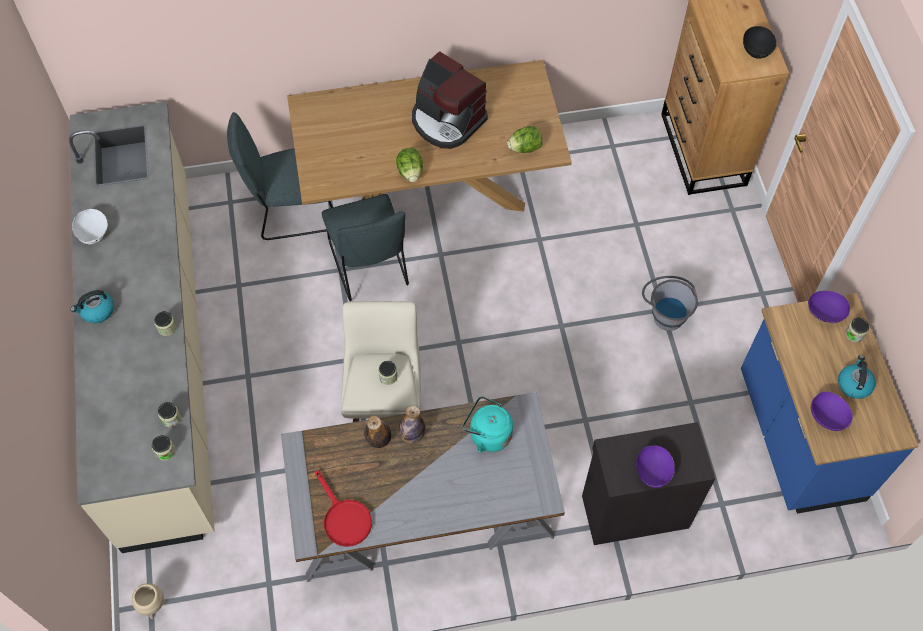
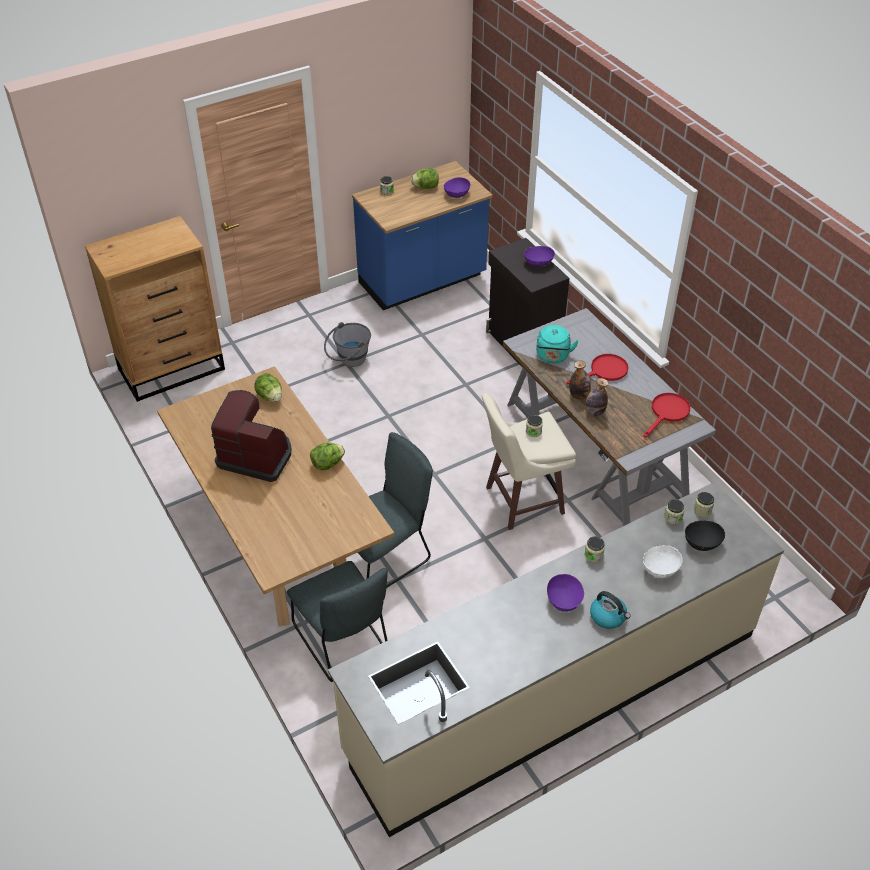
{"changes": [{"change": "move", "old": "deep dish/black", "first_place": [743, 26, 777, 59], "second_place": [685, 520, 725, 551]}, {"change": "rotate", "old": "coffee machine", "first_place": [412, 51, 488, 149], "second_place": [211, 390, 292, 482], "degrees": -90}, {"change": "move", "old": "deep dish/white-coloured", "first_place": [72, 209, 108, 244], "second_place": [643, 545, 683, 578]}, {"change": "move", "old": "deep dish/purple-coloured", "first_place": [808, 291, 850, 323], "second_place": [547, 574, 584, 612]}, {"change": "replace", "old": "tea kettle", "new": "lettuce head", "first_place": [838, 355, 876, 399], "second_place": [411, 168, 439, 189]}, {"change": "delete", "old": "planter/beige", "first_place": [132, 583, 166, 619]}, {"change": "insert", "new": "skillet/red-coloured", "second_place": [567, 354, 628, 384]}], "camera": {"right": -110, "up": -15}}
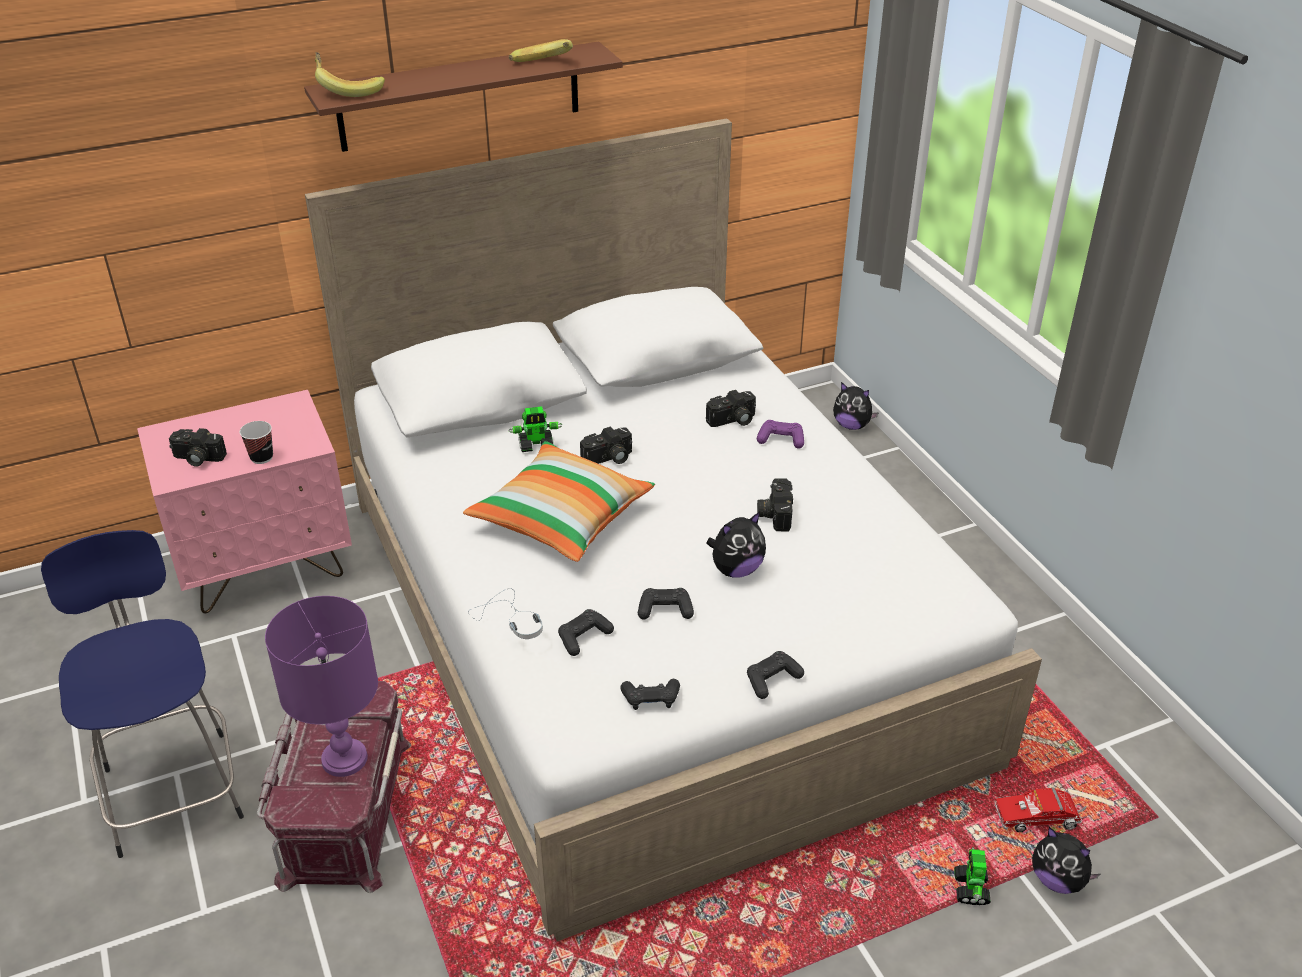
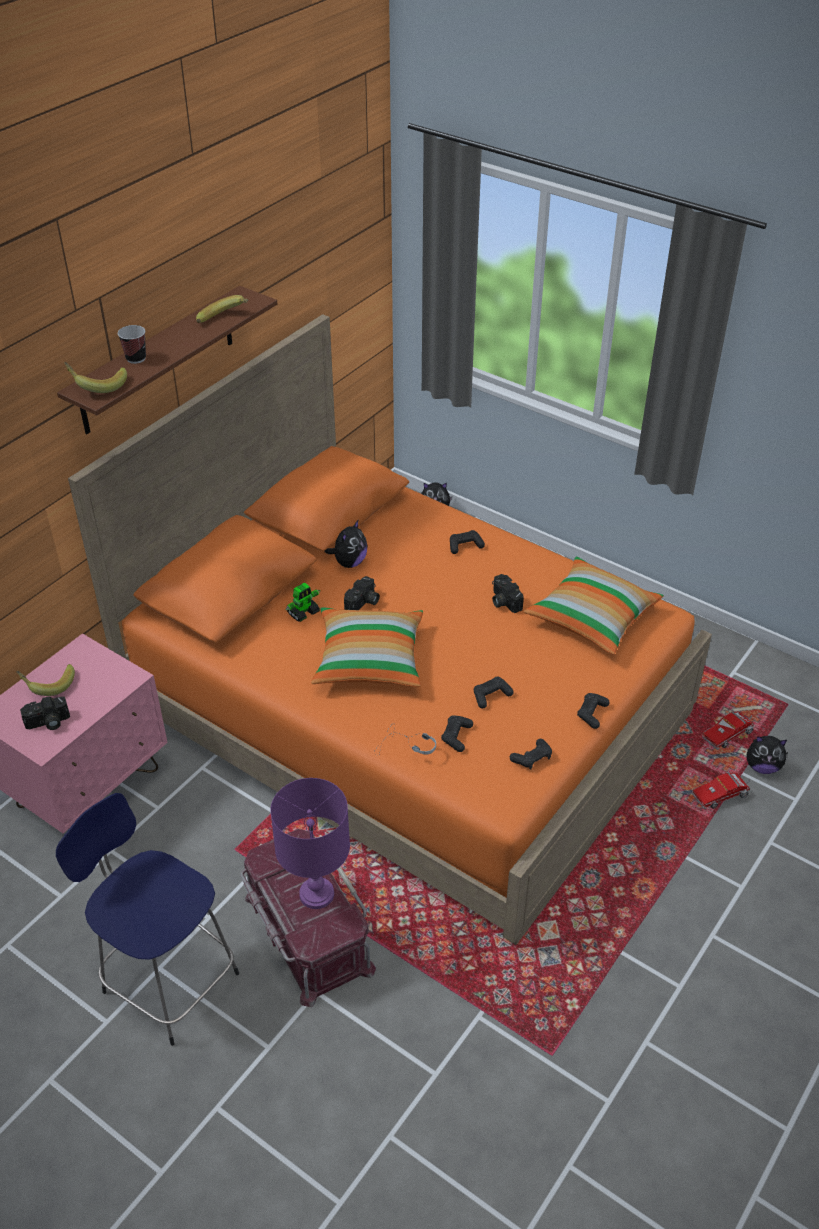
{"changes": [{"change": "recolor", "old": "bedroom bed/white-coloured", "new": "bedroom bed/orange-coloured", "first_place": [305, 118, 1042, 942], "second_place": [68, 314, 712, 945]}, {"change": "delete", "old": "still camera", "first_place": [706, 390, 756, 427]}, {"change": "recolor", "old": "game controller/purple-coloured", "new": "game controller/black", "first_place": [757, 420, 804, 449], "second_place": [450, 530, 485, 554]}, {"change": "move", "old": "cup", "first_place": [240, 421, 273, 464], "second_place": [118, 325, 146, 364]}, {"change": "move", "old": "cuddly toy", "first_place": [706, 512, 766, 577], "second_place": [324, 519, 367, 568]}, {"change": "replace", "old": "model robot", "new": "toy lorry", "first_place": [954, 847, 991, 905], "second_place": [692, 772, 751, 809]}, {"change": "insert", "new": "pillow", "second_place": [524, 557, 664, 655]}, {"change": "insert", "new": "banana fruit", "second_place": [16, 664, 75, 696]}], "camera": {"right": -30, "up": 5}}
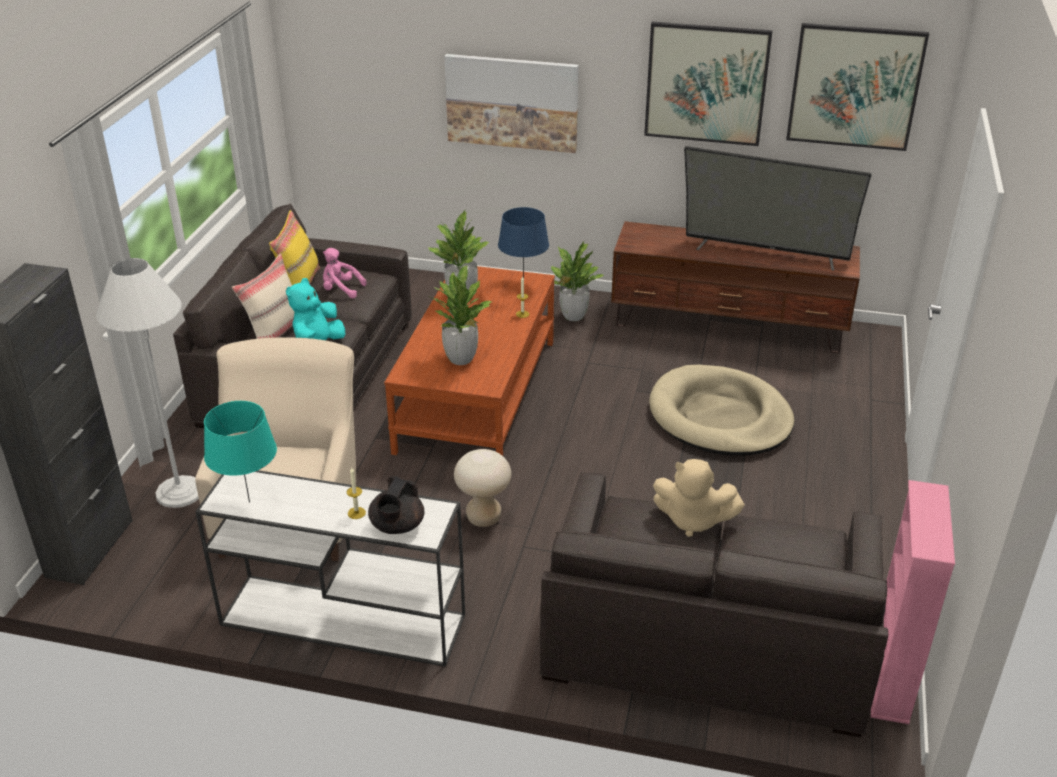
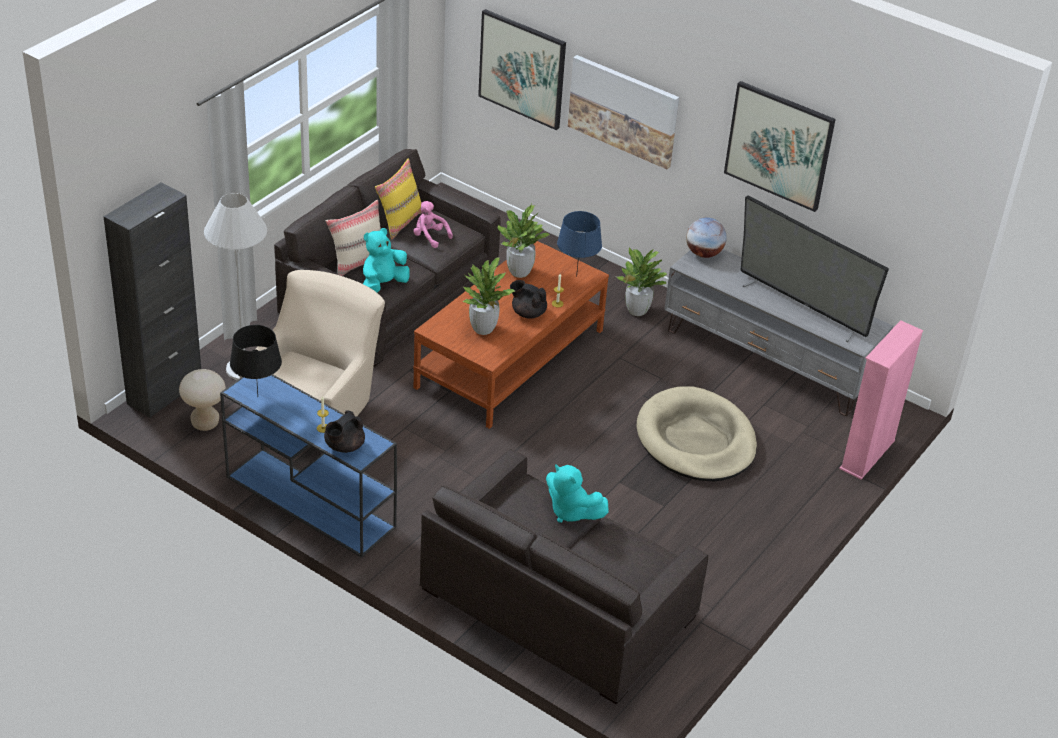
{"changes": [{"change": "move", "old": "wall picture", "first_place": [786, 23, 929, 151], "second_place": [478, 9, 566, 130]}, {"change": "recolor", "old": "tv stand/brown-coloured", "new": "tv stand/gray", "first_place": [611, 221, 860, 353], "second_place": [664, 249, 893, 416]}, {"change": "recolor", "old": "lamp for a table/turquoise-coloured", "new": "lamp for a table/black", "first_place": [204, 401, 277, 503], "second_place": [230, 325, 282, 396]}, {"change": "move", "old": "sitting stool/beige", "first_place": [454, 449, 511, 527], "second_place": [179, 369, 226, 431]}, {"change": "recolor", "old": "cuddly toy/beige", "new": "cuddly toy/turquoise-coloured", "first_place": [653, 459, 745, 537], "second_place": [546, 464, 609, 523]}, {"change": "recolor", "old": "narrow table/white-coloured", "new": "narrow table/bluish", "first_place": [195, 470, 465, 667], "second_place": [220, 375, 397, 558]}, {"change": "move", "old": "bookcase/pinkish", "first_place": [871, 480, 955, 724], "second_place": [839, 320, 923, 479]}, {"change": "insert", "new": "world globe", "second_place": [686, 218, 727, 258]}, {"change": "insert", "new": "pot for tea/black", "second_place": [510, 280, 547, 319]}], "camera": {"right": 20, "up": 5}}
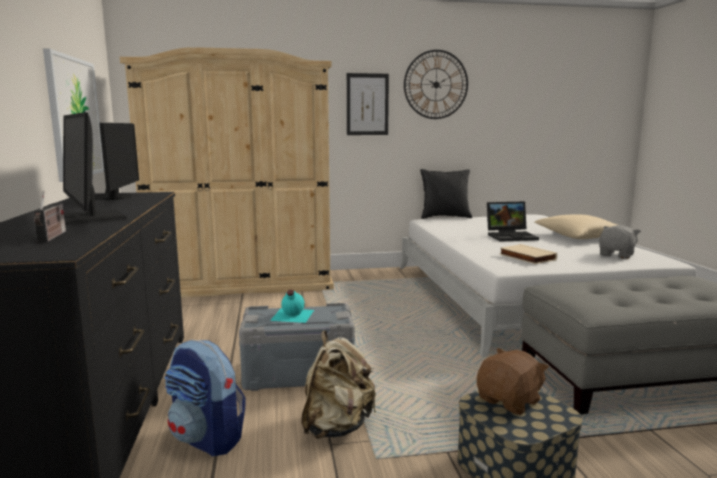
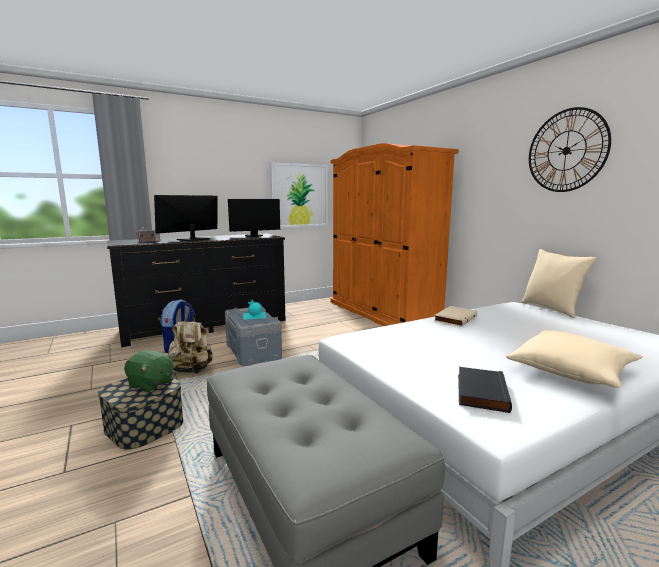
{"changes": [{"change": "recolor", "old": "clothes cupboard/beige", "new": "clothes cupboard/orange-coloured", "first_place": [120, 47, 334, 298], "second_place": [330, 143, 459, 326]}, {"change": "delete", "old": "wall picture", "first_place": [347, 73, 389, 135]}, {"change": "recolor", "old": "pillow/black", "new": "pillow/beige", "first_place": [420, 169, 472, 219], "second_place": [522, 249, 597, 318]}, {"change": "delete", "old": "laptop", "first_place": [487, 201, 539, 242]}, {"change": "replace", "old": "cuddly toy/gray", "new": "bound book/black", "first_place": [599, 225, 641, 259], "second_place": [458, 367, 512, 413]}, {"change": "move", "old": "bound book/beige", "first_place": [500, 244, 557, 264], "second_place": [434, 306, 477, 327]}, {"change": "recolor", "old": "cuddly toy/brown-coloured", "new": "cuddly toy/green-coloured", "first_place": [477, 348, 549, 415], "second_place": [124, 351, 174, 392]}], "camera": {"right": 70, "up": 0}}
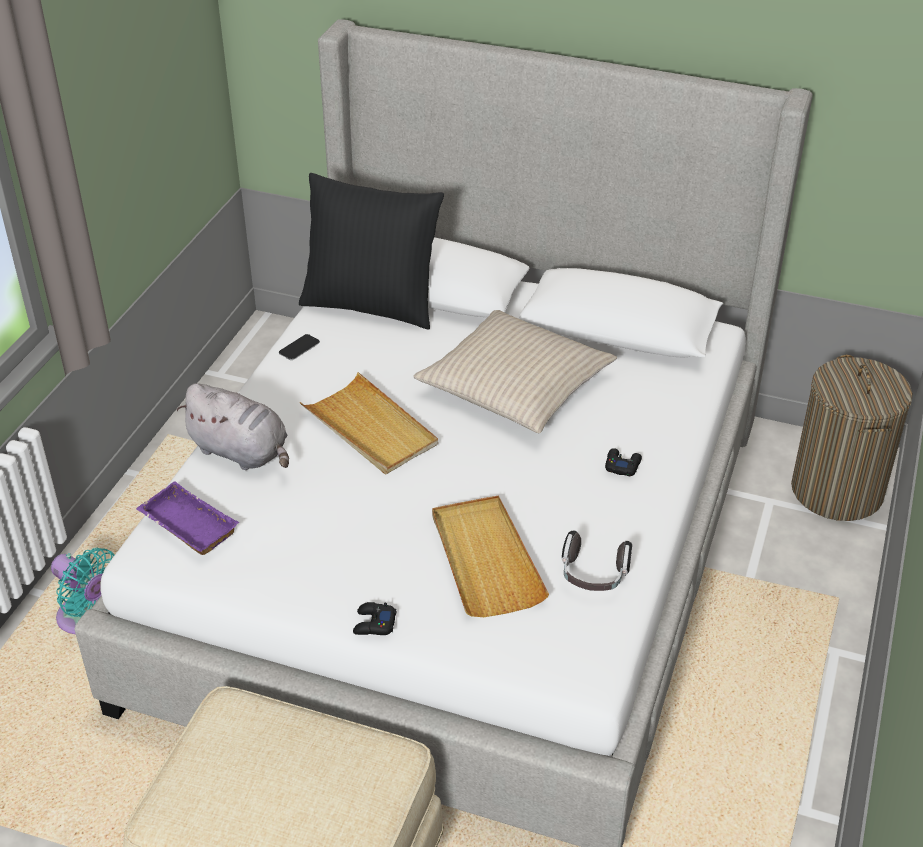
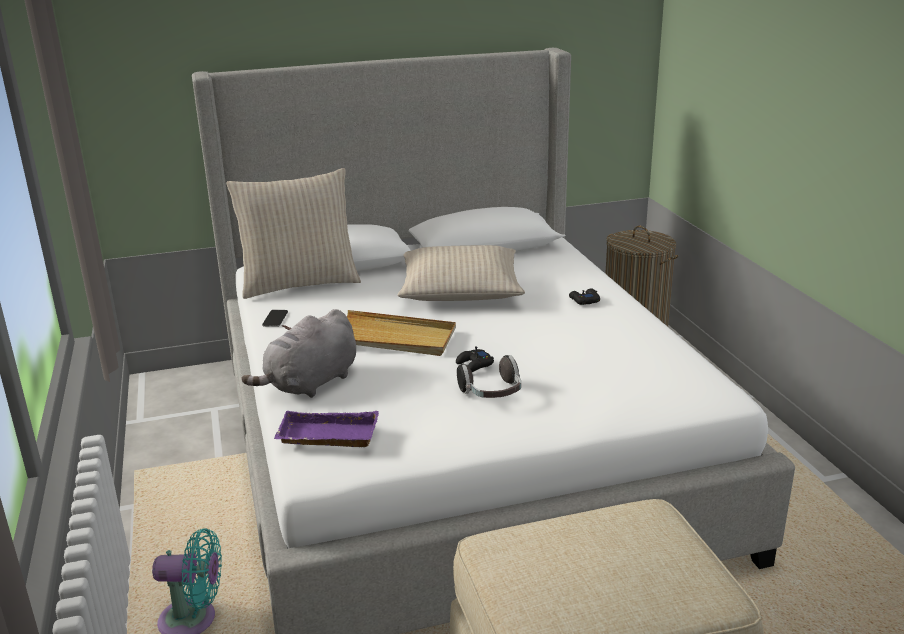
{"changes": [{"change": "recolor", "old": "pillow/black", "new": "pillow/beige", "first_place": [299, 173, 444, 329], "second_place": [226, 168, 361, 299]}, {"change": "rotate", "old": "cuddly toy/gray", "first_place": [176, 383, 289, 470], "second_place": [242, 309, 356, 398], "degrees": 135}, {"change": "delete", "old": "serving tray/beige", "first_place": [432, 495, 549, 617]}, {"change": "move", "old": "headphones", "first_place": [562, 531, 632, 591], "second_place": [457, 355, 521, 398]}, {"change": "move", "old": "game controller/black", "first_place": [353, 602, 396, 635], "second_place": [456, 346, 494, 372]}], "camera": {"right": -35, "up": -15}}
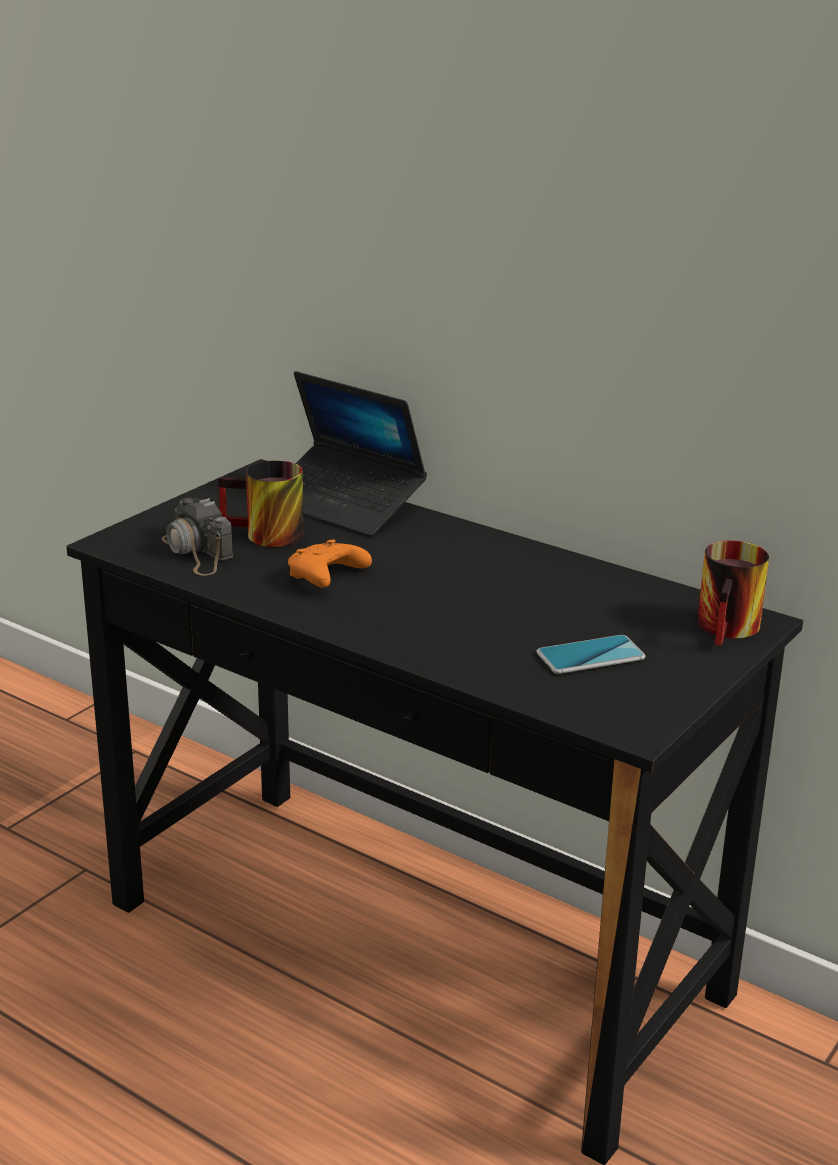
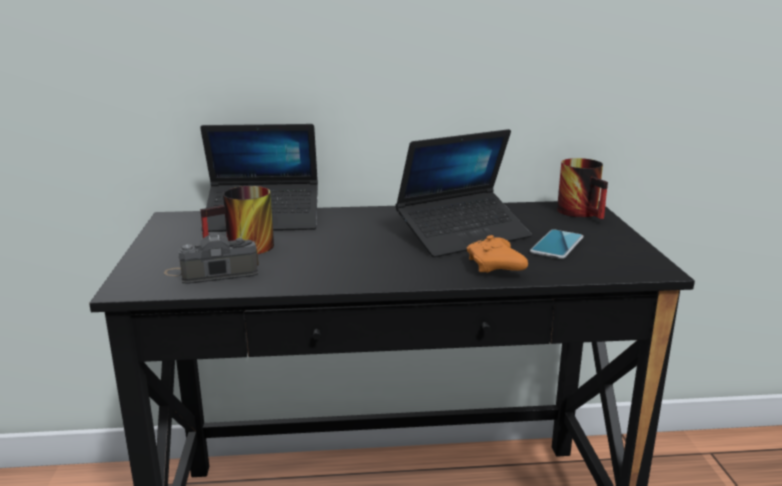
{"changes": [{"change": "rotate", "old": "still camera", "first_place": [162, 497, 233, 576], "second_place": [164, 233, 259, 284], "degrees": 150}, {"change": "move", "old": "game controller/orange-coloured", "first_place": [288, 540, 372, 588], "second_place": [467, 235, 528, 273]}, {"change": "insert", "new": "laptop", "second_place": [395, 129, 532, 258]}], "camera": {"right": -40, "up": -5}}
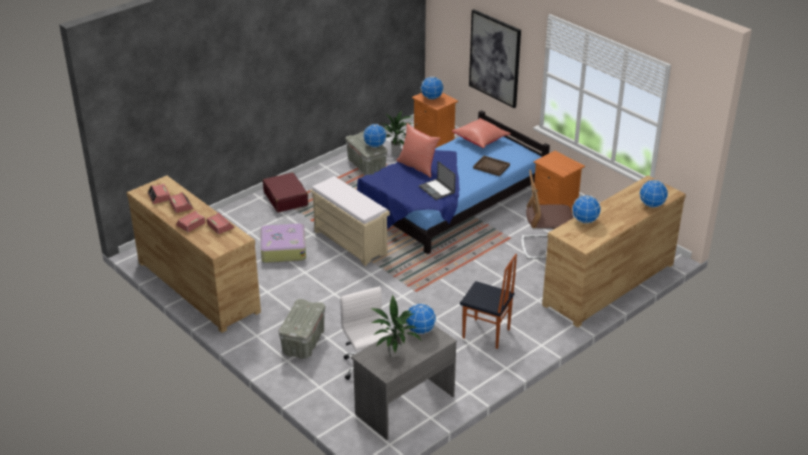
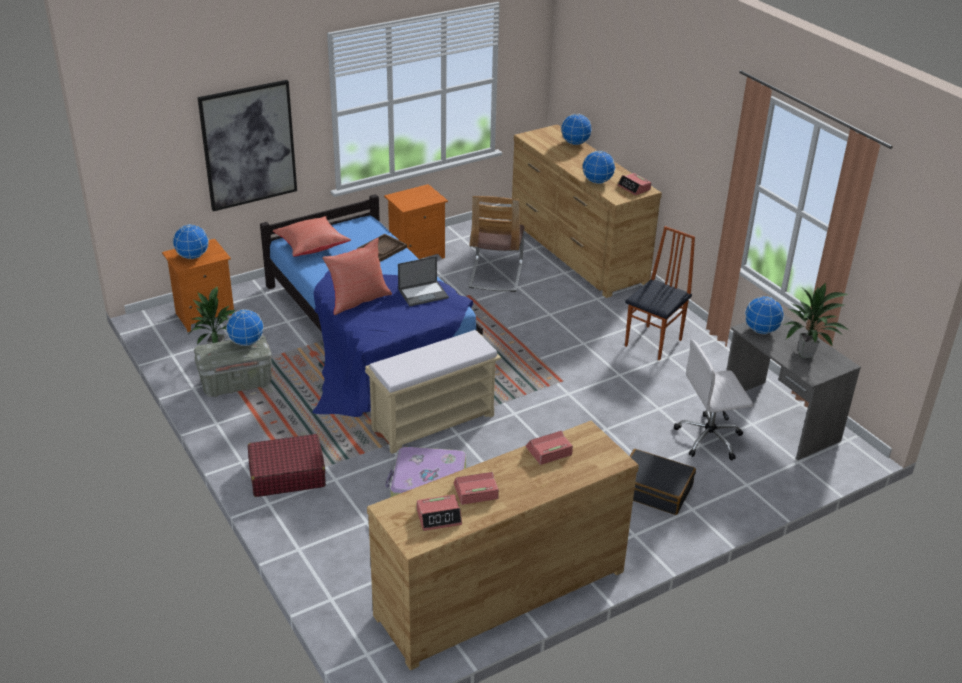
{"changes": [{"change": "move", "old": "alarm clock", "first_place": [176, 211, 205, 232], "second_place": [617, 173, 651, 195]}, {"change": "replace", "old": "storage bin/gray", "new": "travel case/black", "first_place": [279, 299, 325, 359], "second_place": [630, 449, 696, 515]}], "camera": {"right": -80, "up": 0}}
